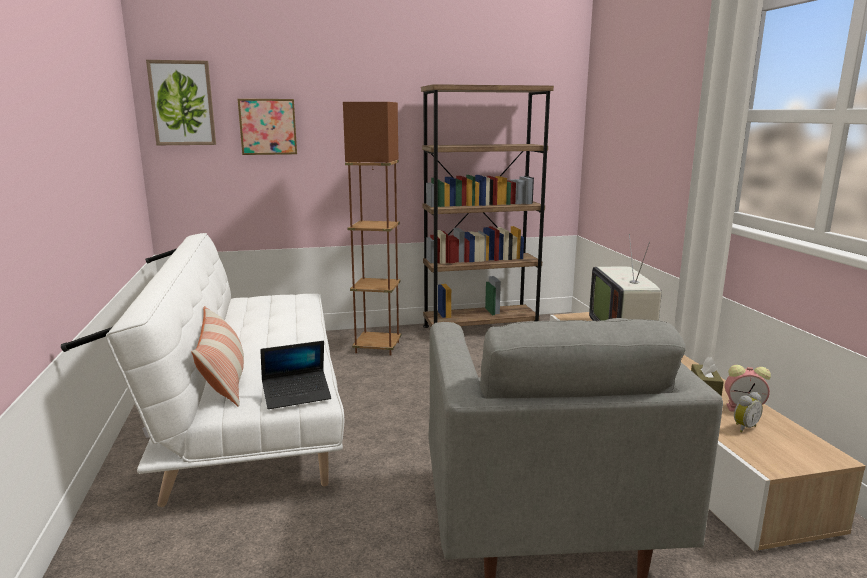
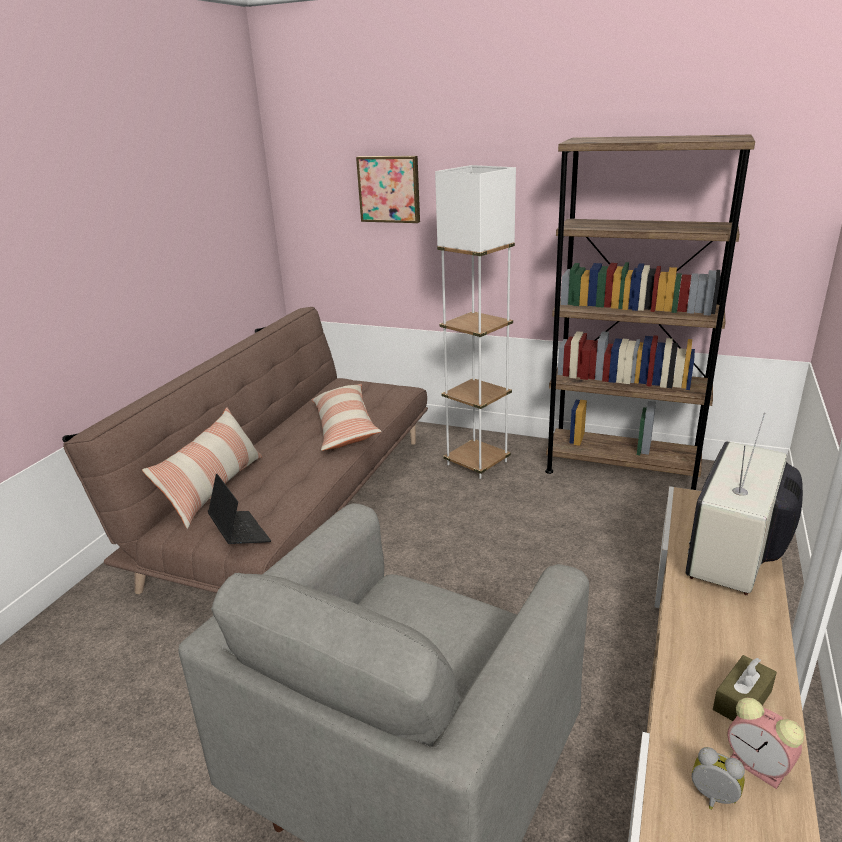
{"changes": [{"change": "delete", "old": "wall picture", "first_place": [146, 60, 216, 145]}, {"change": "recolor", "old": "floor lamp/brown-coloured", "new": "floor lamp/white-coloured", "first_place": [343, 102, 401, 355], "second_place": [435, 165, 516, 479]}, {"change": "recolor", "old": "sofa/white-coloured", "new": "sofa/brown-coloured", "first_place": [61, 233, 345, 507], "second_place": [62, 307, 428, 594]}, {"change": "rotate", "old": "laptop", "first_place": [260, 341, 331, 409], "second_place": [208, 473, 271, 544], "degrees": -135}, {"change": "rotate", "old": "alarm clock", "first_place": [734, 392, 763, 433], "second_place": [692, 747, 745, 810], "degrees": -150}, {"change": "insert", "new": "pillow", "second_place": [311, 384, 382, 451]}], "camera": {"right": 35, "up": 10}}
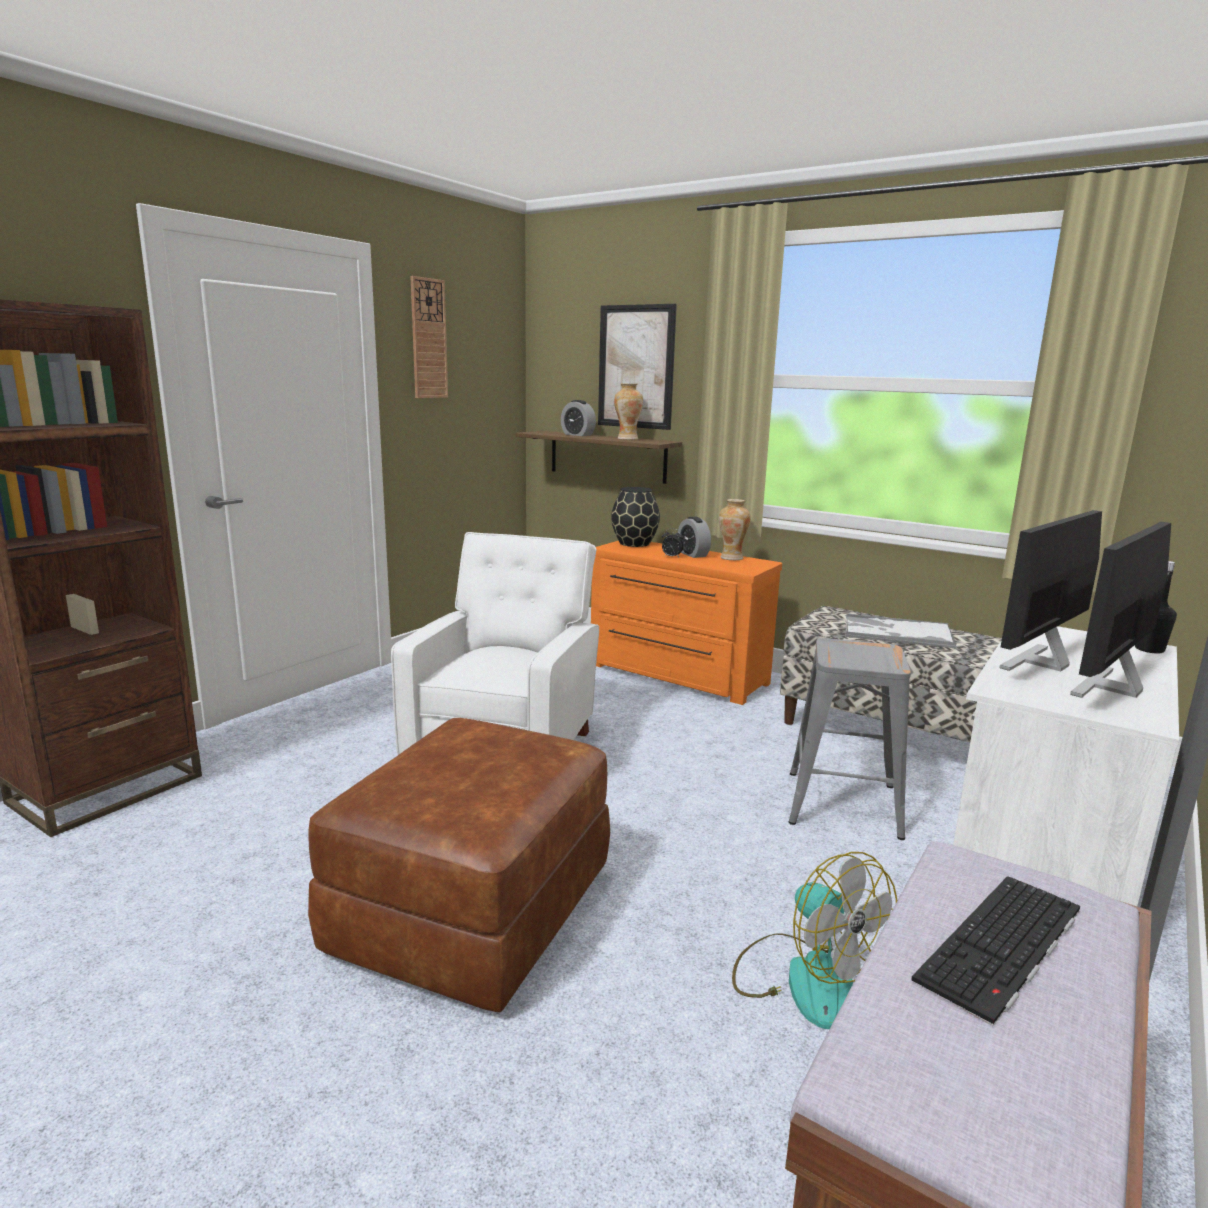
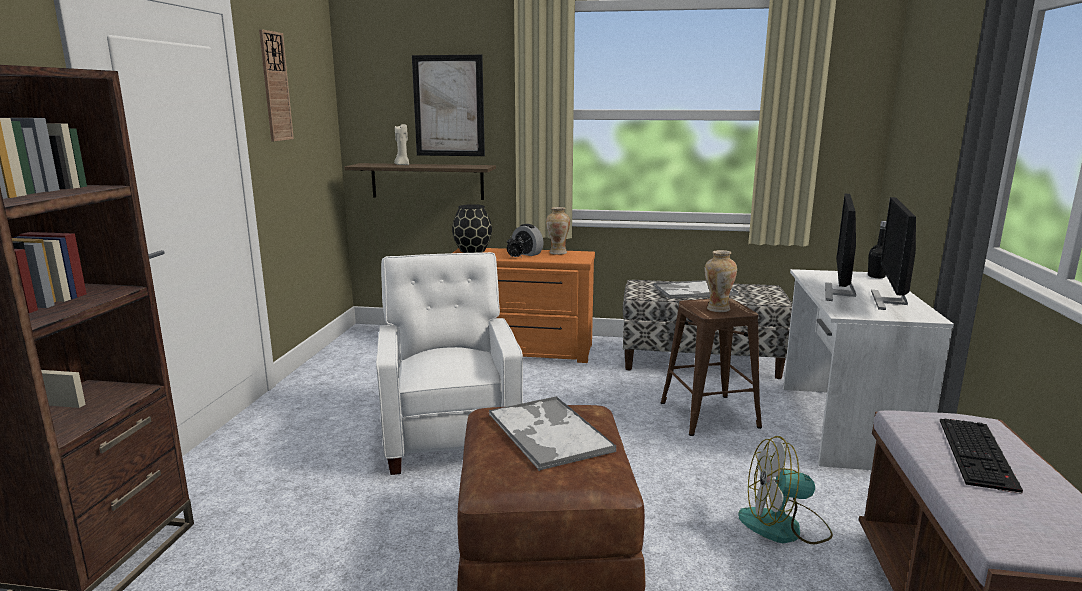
{"changes": [{"change": "move", "old": "flower vase", "first_place": [614, 384, 643, 440], "second_place": [704, 250, 737, 312]}, {"change": "replace", "old": "alarm clock", "new": "wax light/beige", "first_place": [561, 400, 596, 436], "second_place": [394, 124, 409, 165]}, {"change": "recolor", "old": "sitting stool/gray", "new": "sitting stool/brown-coloured", "first_place": [789, 638, 911, 840], "second_place": [661, 298, 762, 436]}, {"change": "rotate", "old": "fan", "first_place": [732, 852, 897, 1029], "second_place": [738, 436, 833, 544], "degrees": 150}, {"change": "insert", "new": "serving tray", "second_place": [489, 396, 616, 471]}], "camera": {"right": -25, "up": 0}}
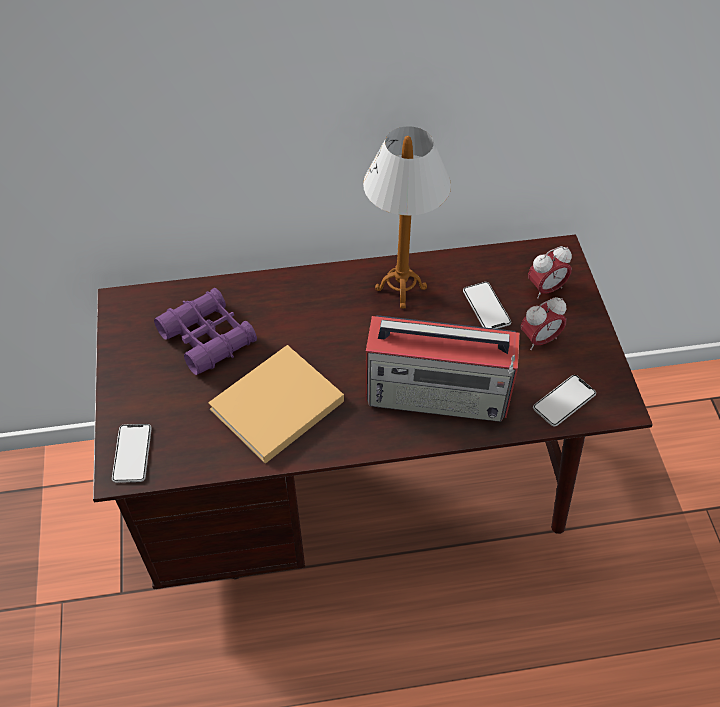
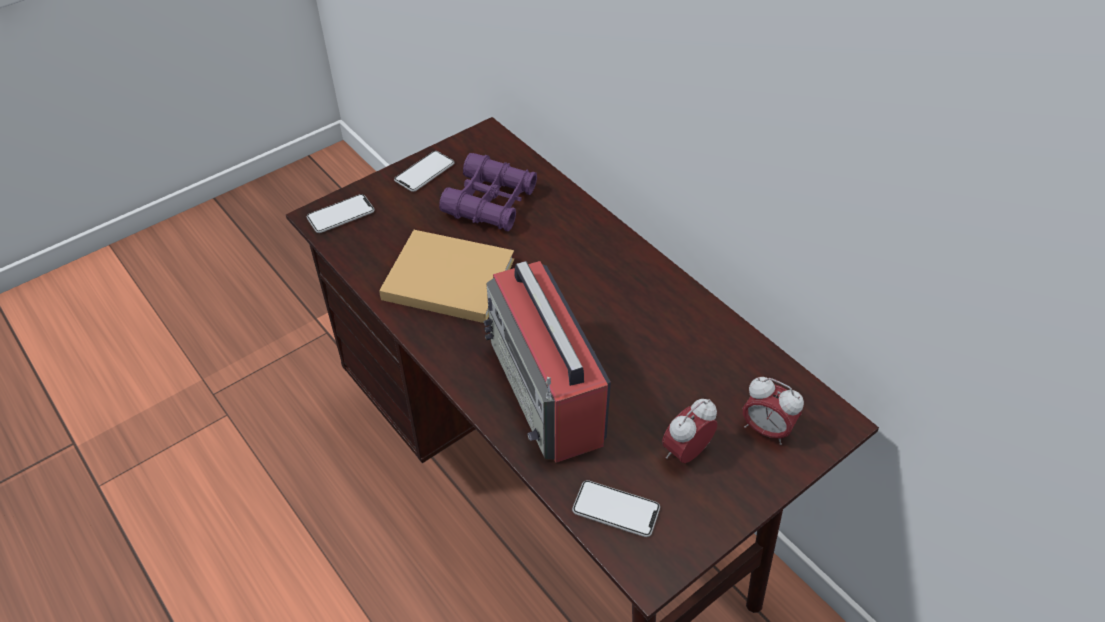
{"changes": [{"change": "delete", "old": "lamp for a table", "first_place": [363, 126, 451, 309]}, {"change": "move", "old": "telephone", "first_place": [463, 282, 511, 329], "second_place": [394, 151, 455, 192]}, {"change": "rotate", "old": "alarm clock", "first_place": [521, 297, 566, 350], "second_place": [662, 399, 717, 464], "degrees": 105}], "camera": {"right": 60, "up": -5}}
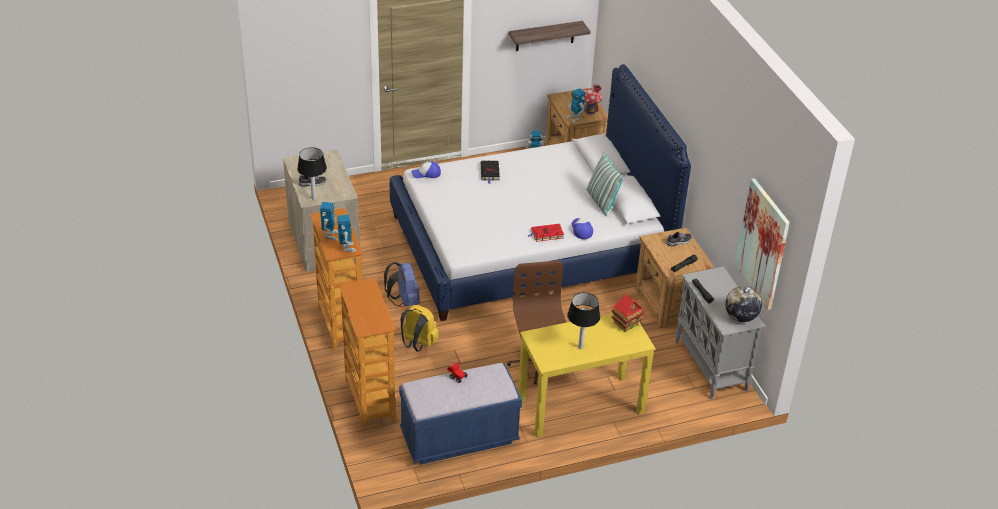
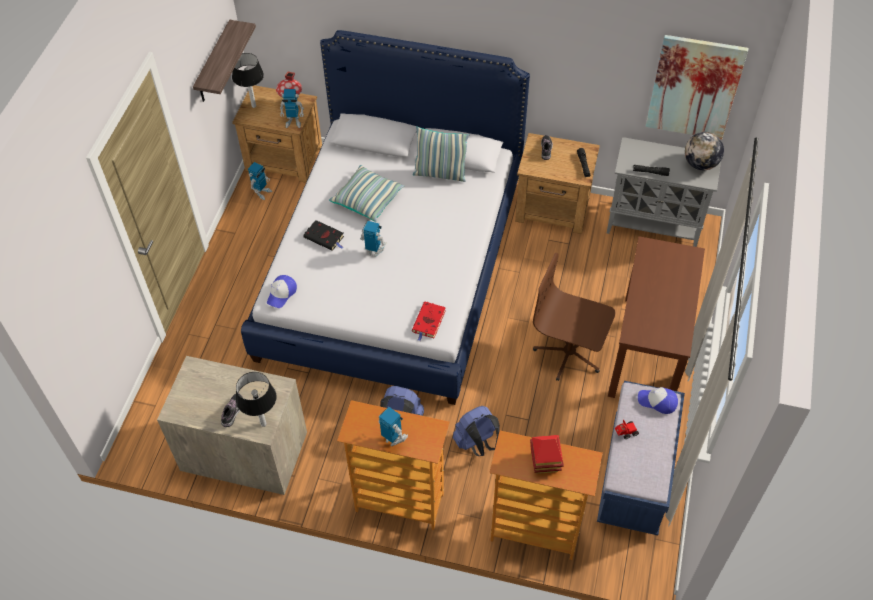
{"changes": [{"change": "move", "old": "model robot", "first_place": [337, 214, 356, 252], "second_place": [360, 221, 387, 257]}, {"change": "move", "old": "baseball cap", "first_place": [572, 218, 593, 239], "second_place": [638, 387, 678, 414]}, {"change": "move", "old": "bound book/red-coloured", "first_place": [528, 224, 564, 242], "second_place": [412, 302, 446, 341]}, {"change": "move", "old": "lamp for a table", "first_place": [567, 293, 600, 349], "second_place": [232, 53, 264, 108]}, {"change": "move", "old": "miniature house", "first_place": [611, 294, 644, 332], "second_place": [530, 435, 564, 474]}, {"change": "recolor", "old": "rucksack/yellow-coloured", "new": "rucksack/bluish", "first_place": [400, 305, 439, 352], "second_place": [453, 406, 500, 456]}, {"change": "recolor", "old": "desk/yellow-coloured", "new": "desk/brown-coloured", "first_place": [518, 313, 656, 438], "second_place": [608, 236, 705, 398]}, {"change": "insert", "new": "pillow", "second_place": [329, 165, 405, 222]}], "camera": {"right": -55, "up": 15}}
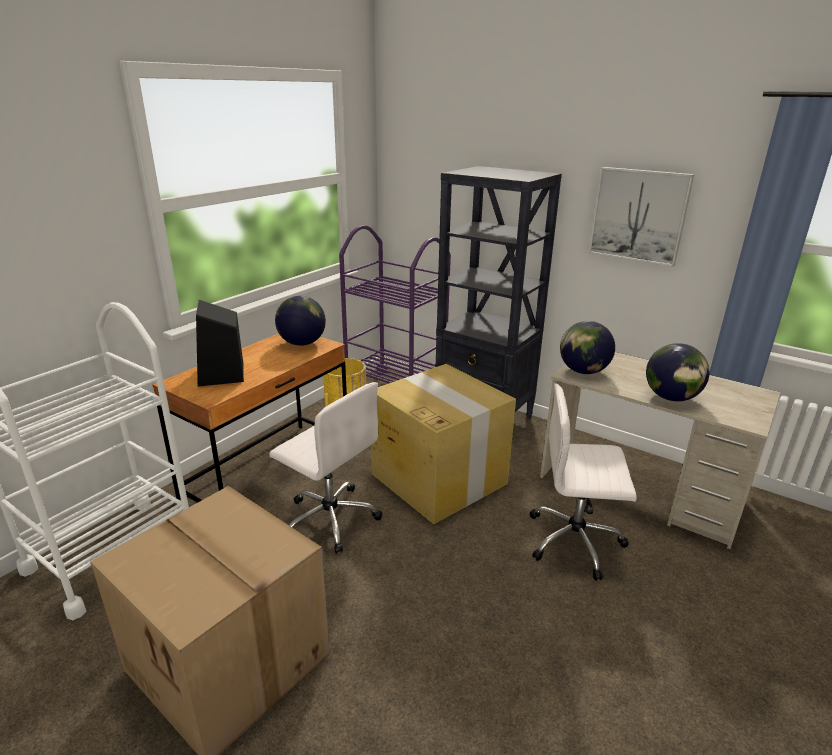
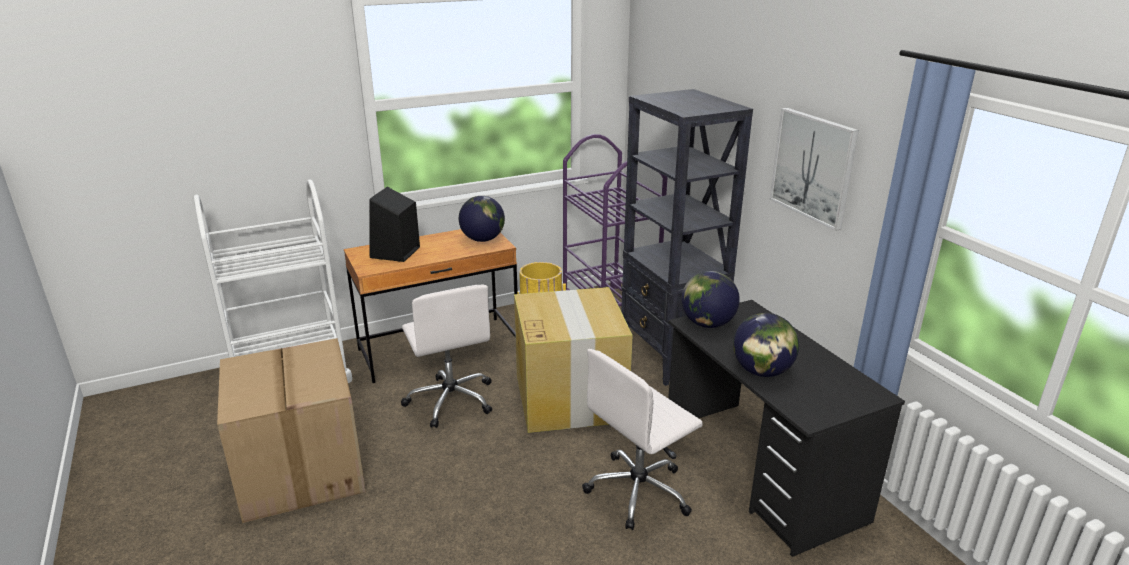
{"changes": [{"change": "recolor", "old": "desk/beige", "new": "desk/black", "first_place": [540, 352, 781, 549], "second_place": [668, 300, 905, 557]}, {"change": "rotate", "old": "office chair/white-coloured", "first_place": [530, 383, 637, 581], "second_place": [582, 349, 703, 530], "degrees": -75}], "camera": {"right": 30, "up": 0}}
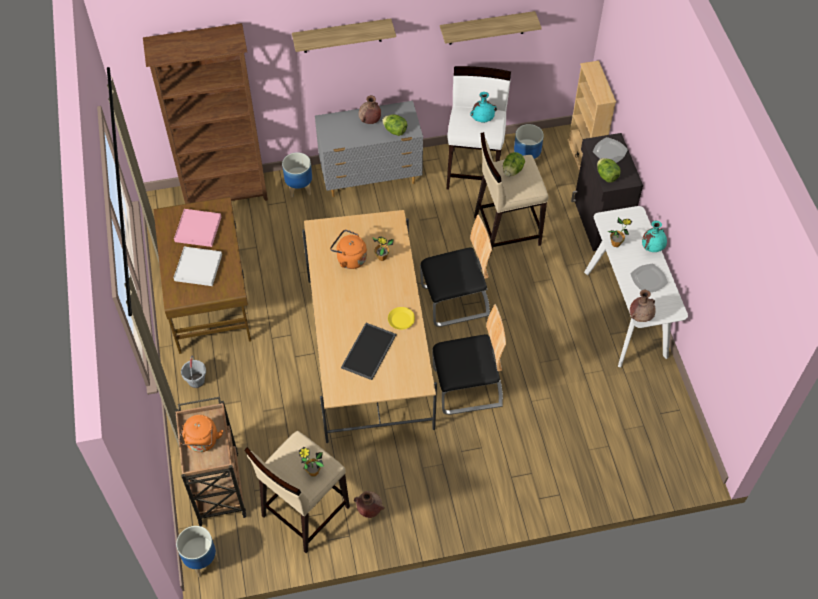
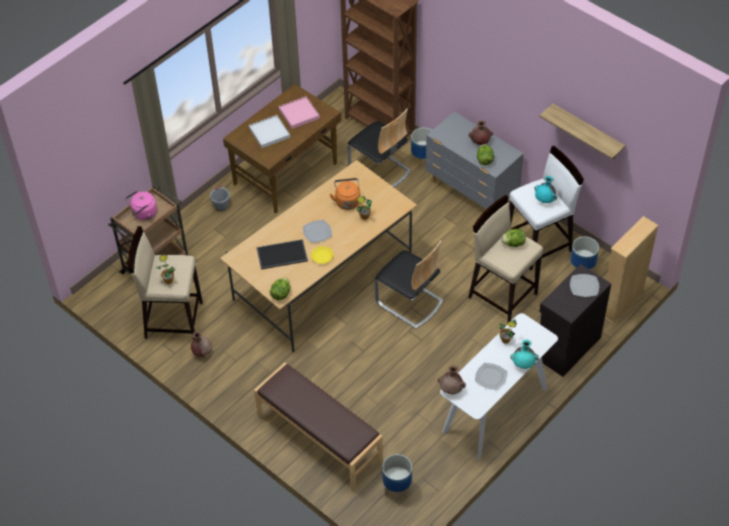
{"changes": [{"change": "delete", "old": "wall shelf", "first_place": [292, 18, 396, 53]}, {"change": "move", "old": "lettuce head", "first_place": [597, 158, 621, 182], "second_place": [270, 278, 290, 300]}, {"change": "move", "old": "chair", "first_place": [432, 304, 506, 415], "second_place": [347, 109, 411, 187]}, {"change": "recolor", "old": "tea kettle/orange-coloured", "new": "tea kettle/pinkish", "first_place": [179, 415, 223, 452], "second_place": [125, 191, 157, 220]}, {"change": "move", "old": "planter", "first_place": [176, 526, 219, 577], "second_place": [382, 454, 412, 499]}, {"change": "insert", "new": "flat dish", "second_place": [303, 220, 332, 243]}, {"change": "insert", "new": "long seat/brown-coloured", "second_place": [254, 363, 383, 491]}], "camera": {"right": 55, "up": -5}}
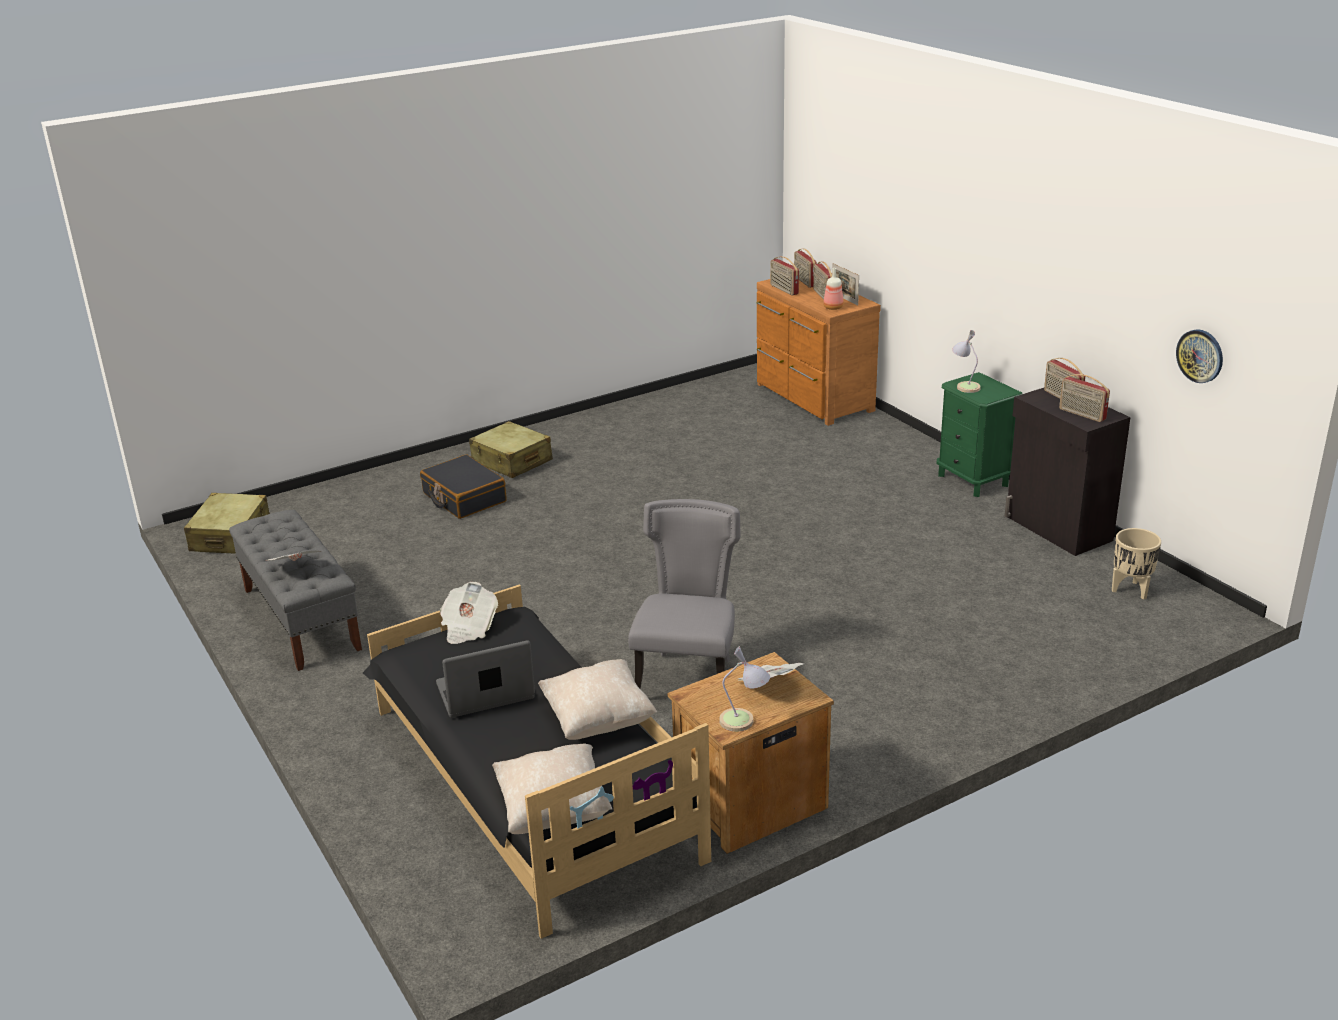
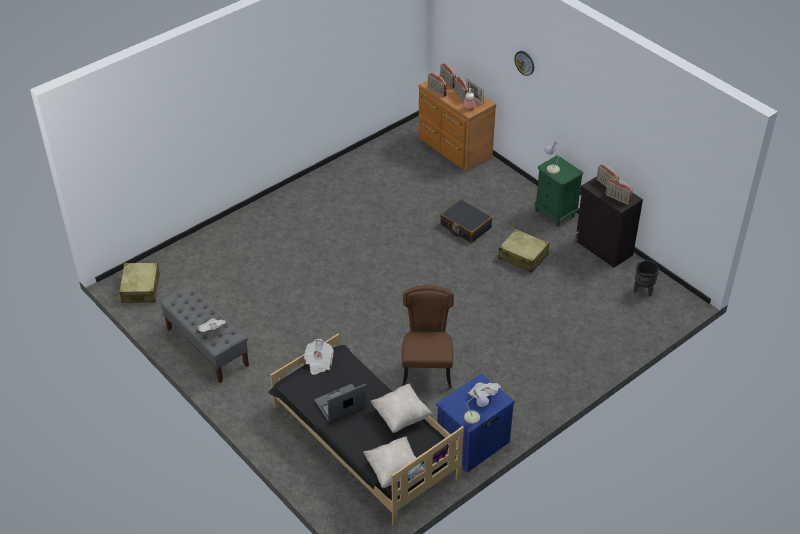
{"changes": [{"change": "move", "old": "clock on the wall", "first_place": [1176, 329, 1223, 383], "second_place": [514, 51, 534, 76]}, {"change": "move", "old": "travel case/beige", "first_place": [469, 421, 553, 478], "second_place": [499, 229, 549, 273]}, {"change": "move", "old": "travel case/black", "first_place": [420, 454, 506, 519], "second_place": [440, 199, 492, 243]}, {"change": "recolor", "old": "chair/gray", "new": "chair/brown-coloured", "first_place": [628, 499, 741, 688], "second_place": [402, 285, 454, 388]}, {"change": "recolor", "old": "planter/beige", "new": "planter/black", "first_place": [1112, 528, 1161, 600], "second_place": [634, 260, 659, 296]}, {"change": "recolor", "old": "nightstand/brown-coloured", "new": "nightstand/bluish", "first_place": [667, 652, 834, 854], "second_place": [436, 373, 515, 472]}], "camera": {"right": -10, "up": 15}}
